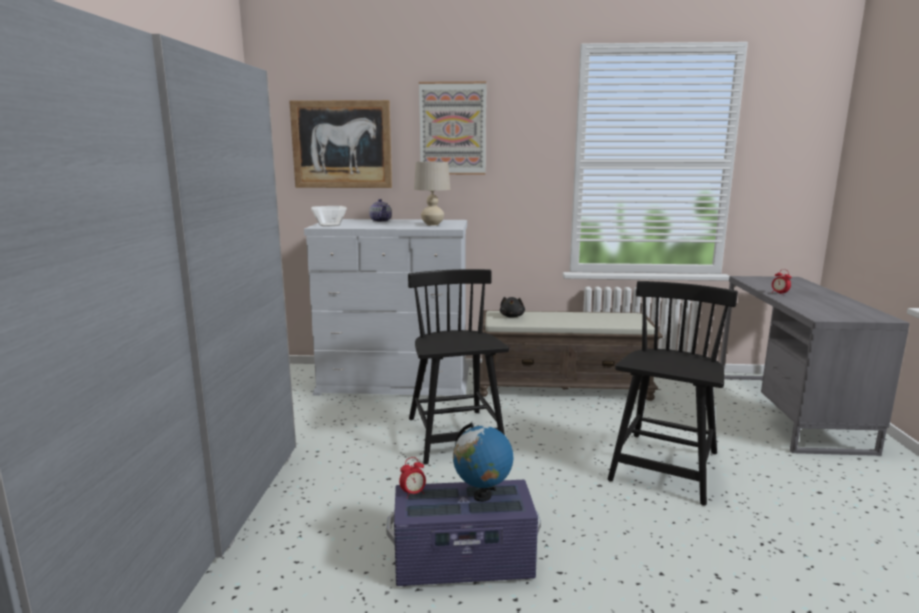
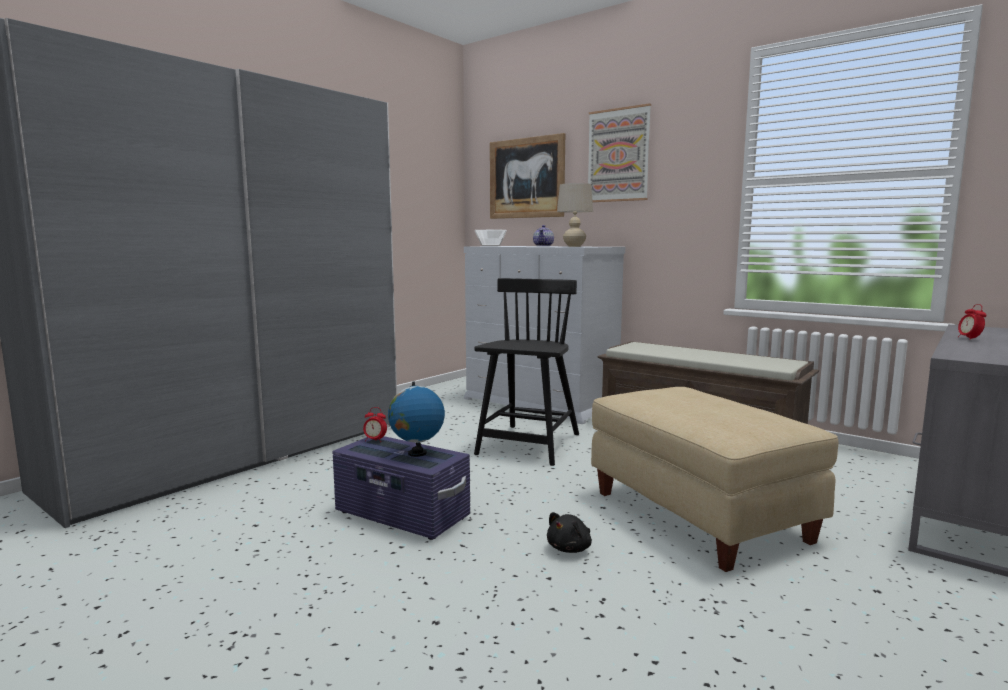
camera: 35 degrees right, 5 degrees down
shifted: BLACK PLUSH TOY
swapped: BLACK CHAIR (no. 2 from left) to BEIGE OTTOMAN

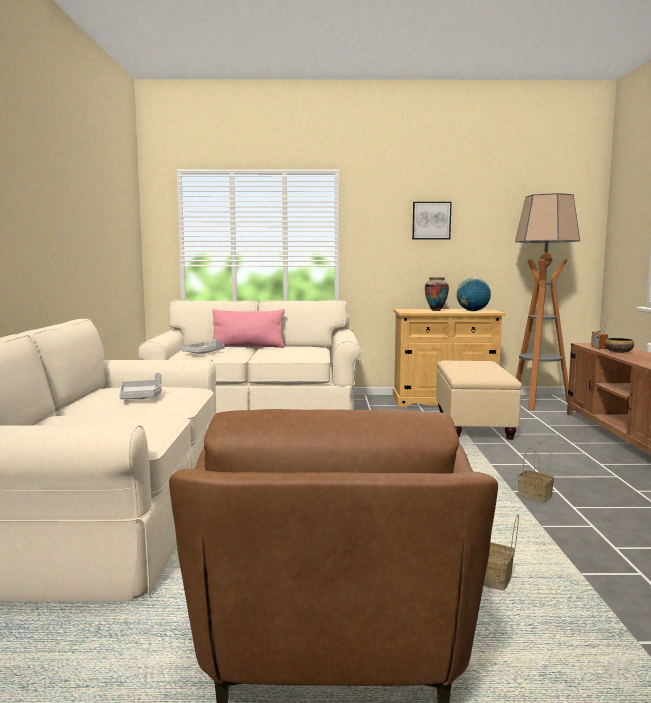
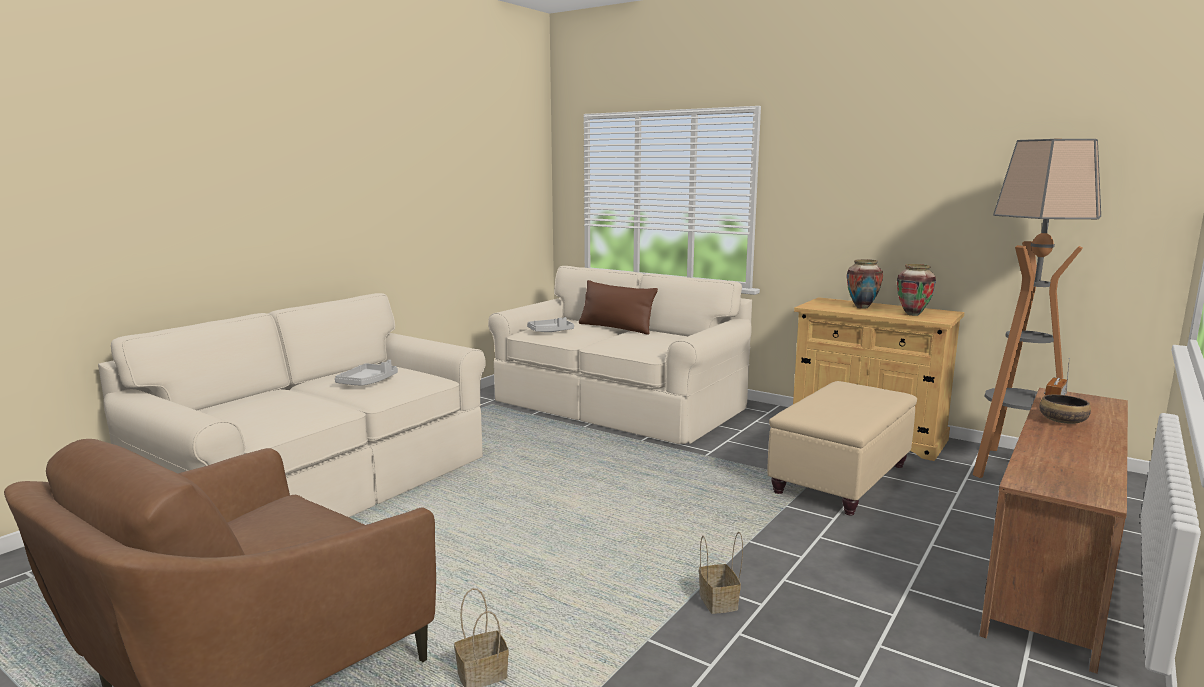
camera: 35 degrees right, 5 degrees up
gone: PICTURE
swapped: GLOBE to VASE (no. 2 from left)
repainted: PINK PILLOW to BROWN PILLOW

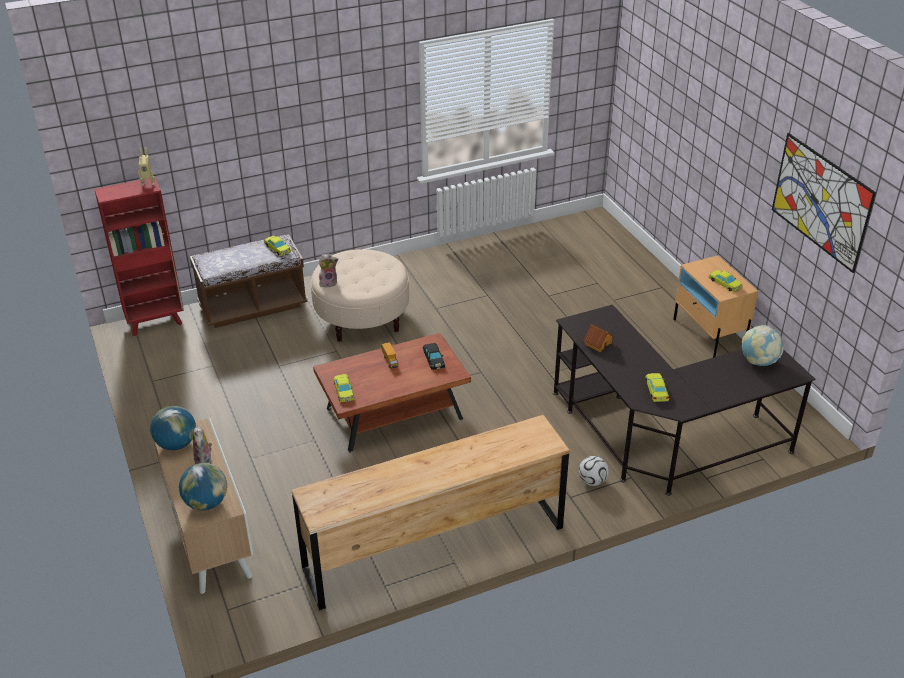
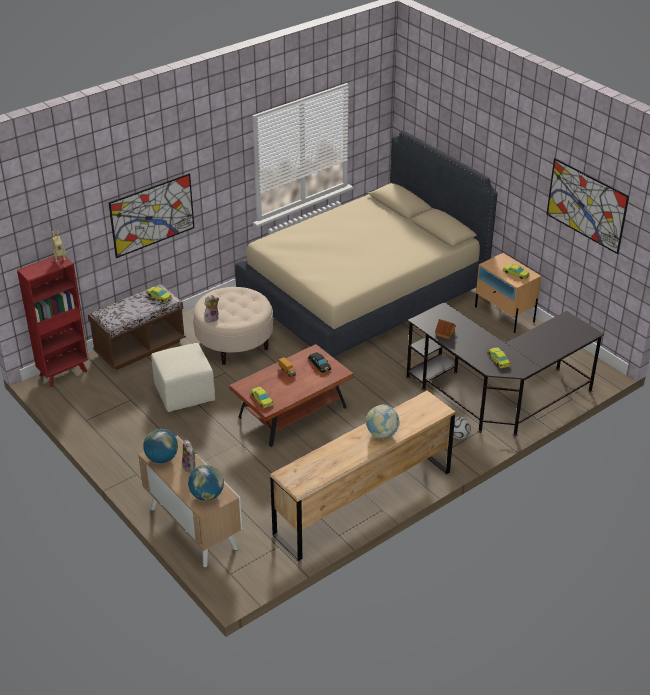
camera: 15 degrees left, 0 degrees up
new: PICTURE (no. 1 from left); BEIGE OTTOMAN (no. 1 from left); BEIGE BED
shifted: GLOBE (no. 3 from left)

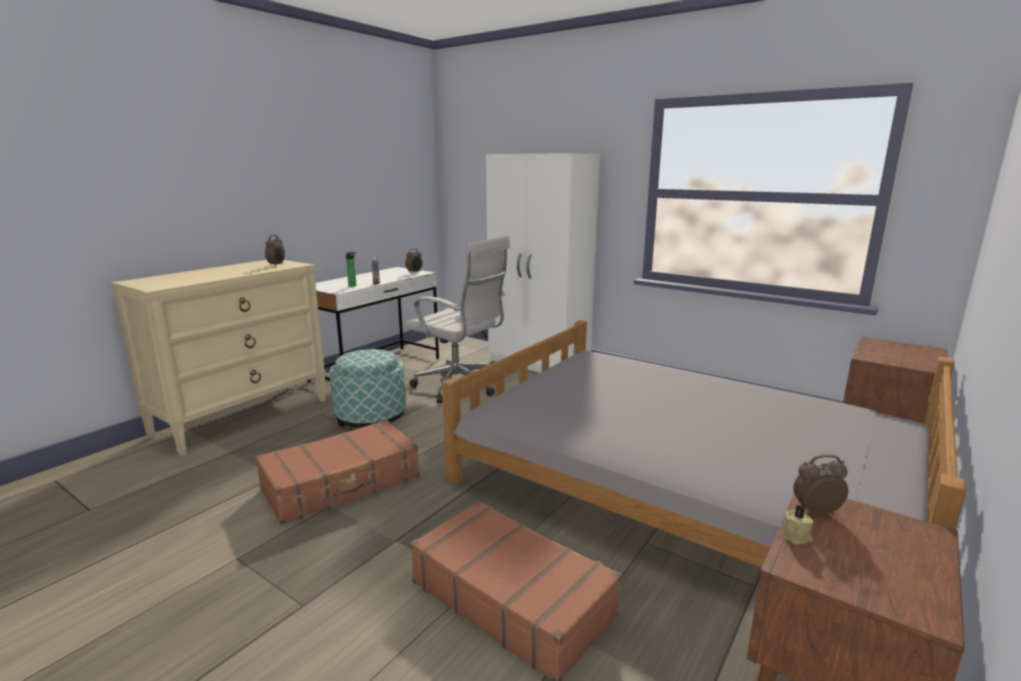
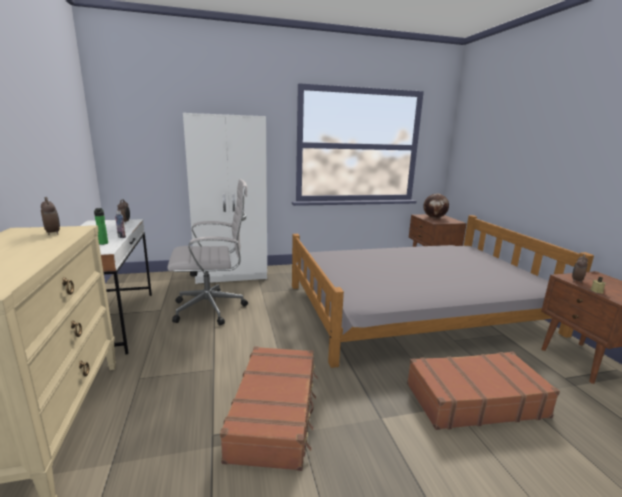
camera: 50 degrees left, 0 degrees up
gone: OTTOMAN
new: GLOBE

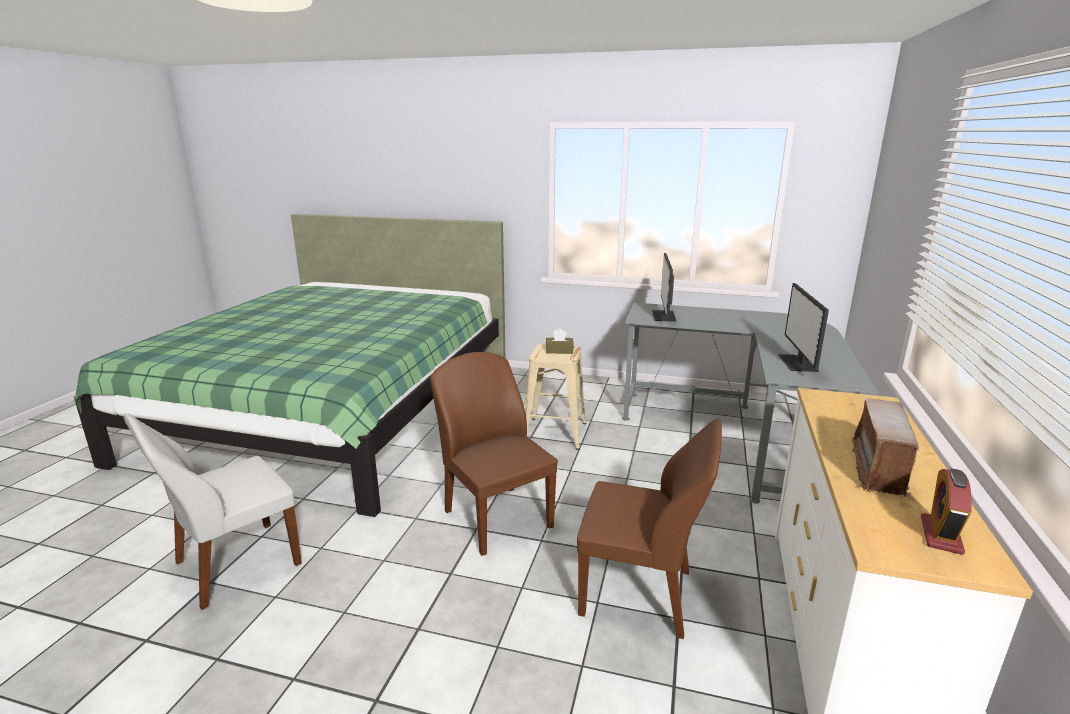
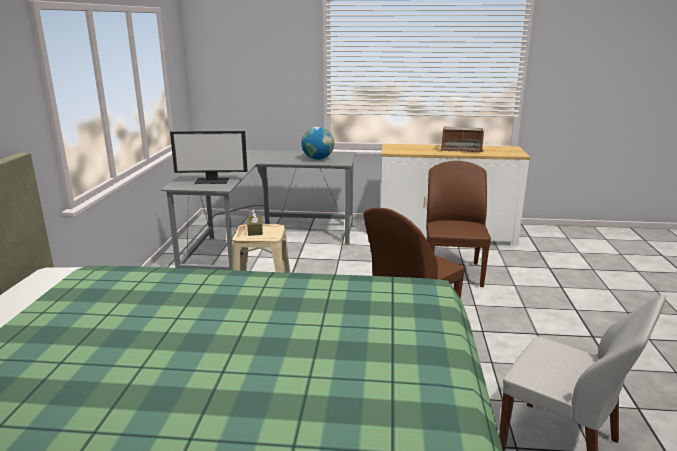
camera: 100 degrees left, 0 degrees up
gone: ALARM CLOCK
swapped: MONITOR (no. 2 from left) to GLOBE

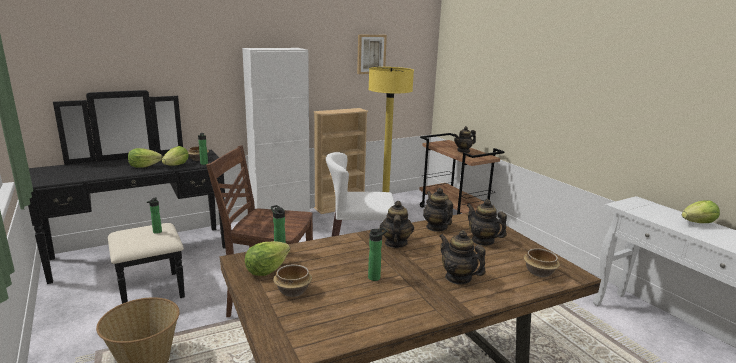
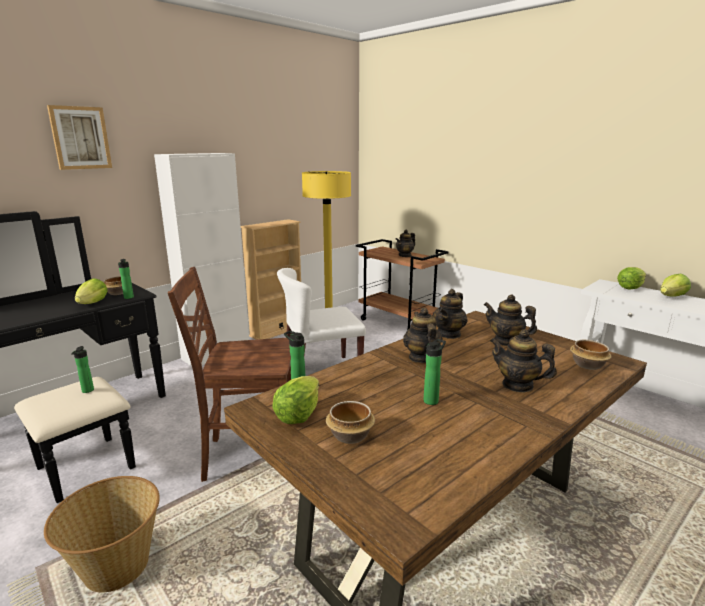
camera: 15 degrees left, 0 degrees up
shifted: LETTUCE (no. 1 from left in the first image) to LETTUCE (no. 3 from left); PICTURE
rotated: TEAPOT (no. 2 from left in the first image) 105 degrees counterclockwise

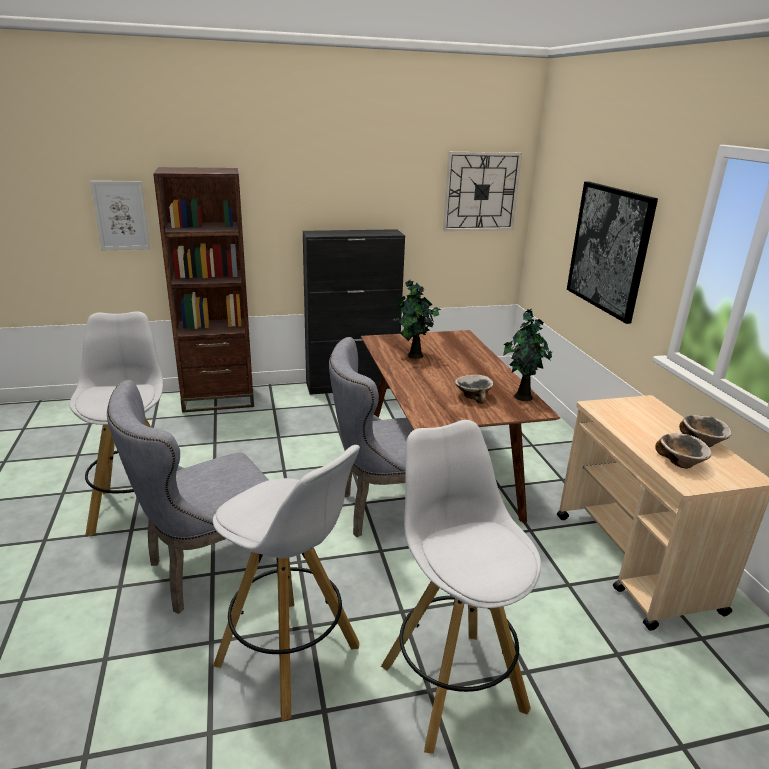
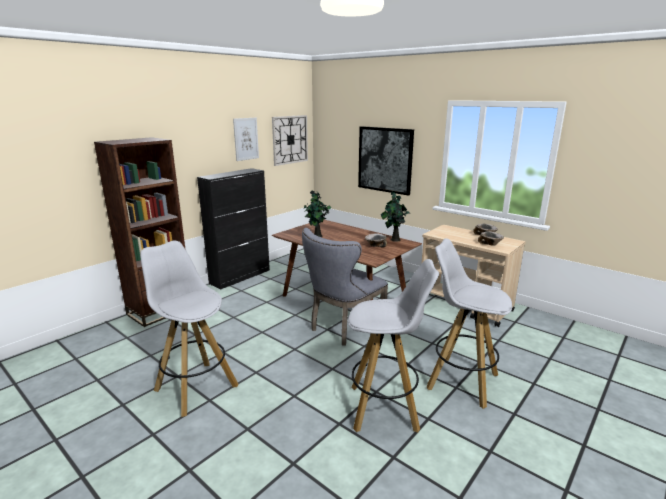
camera: 35 degrees left, 5 degrees down
gone: GREY CHAIR (no. 1 from left)
shifted: PICTURE (no. 1 from left)

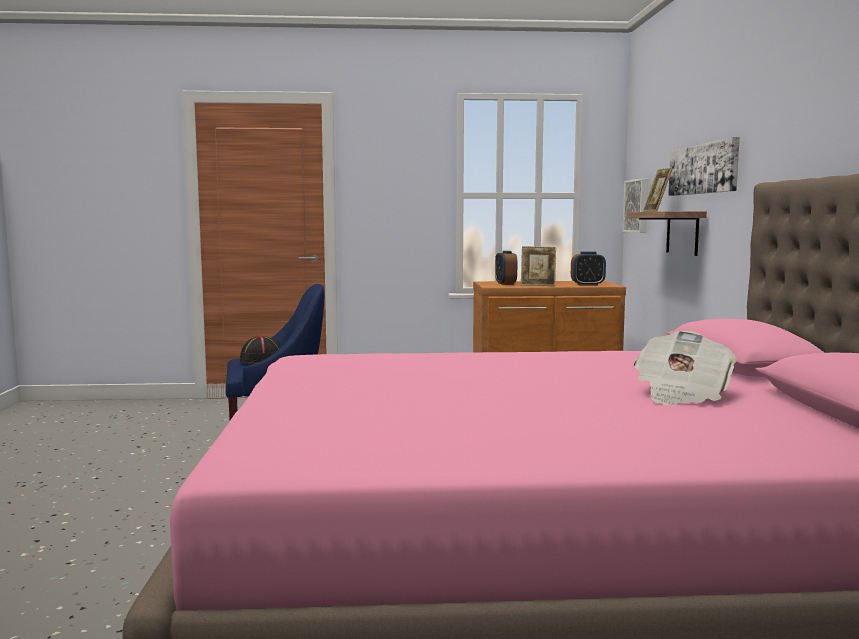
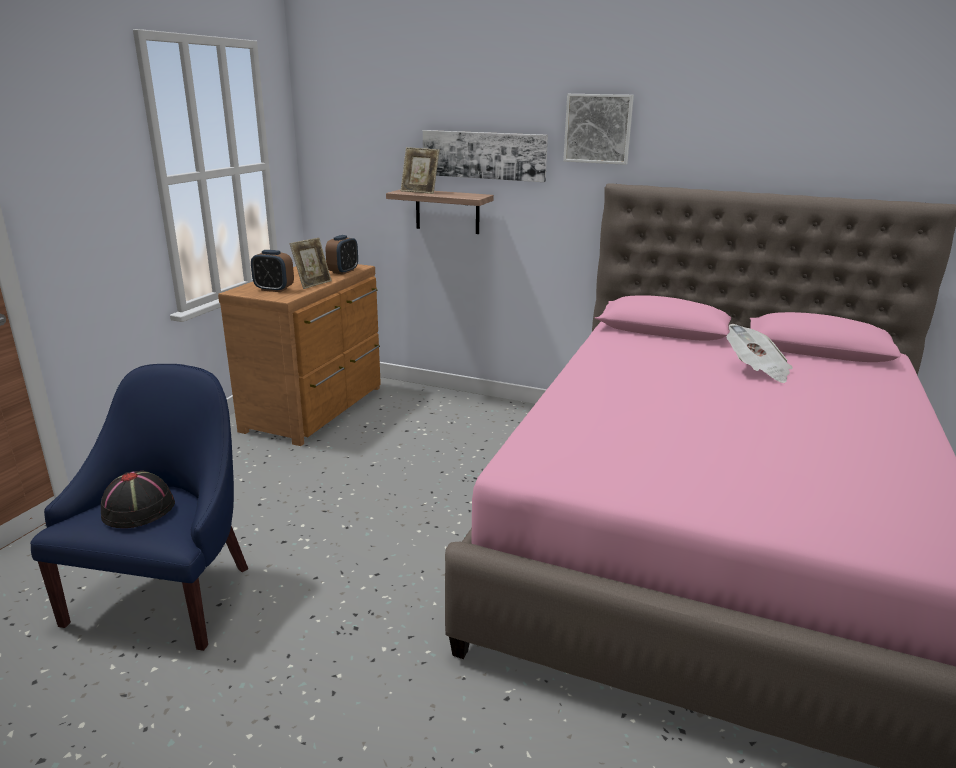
camera: 65 degrees left, 15 degrees up
shifted: PICTURE (no. 1 from left in the first image) to PICTURE (no. 2 from left)

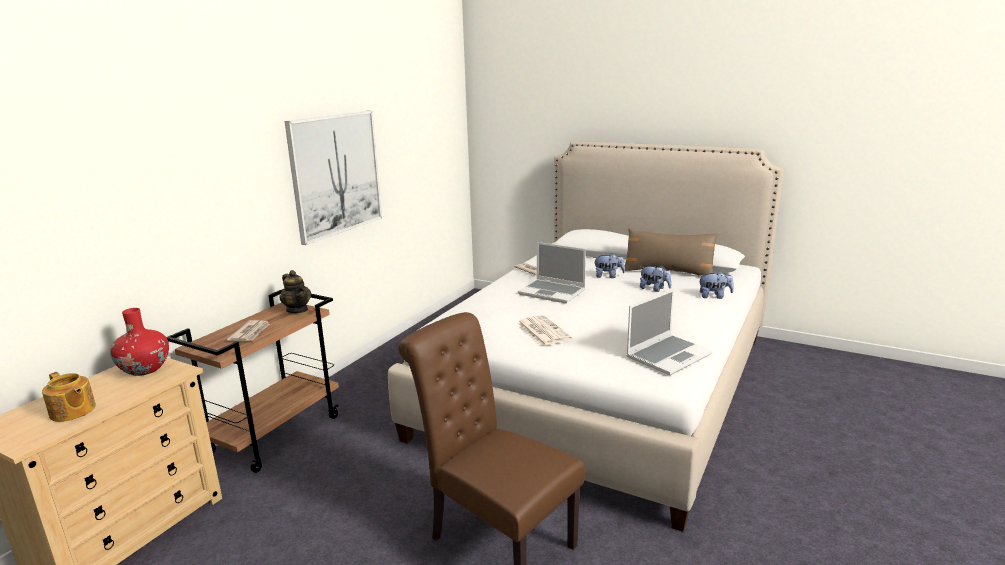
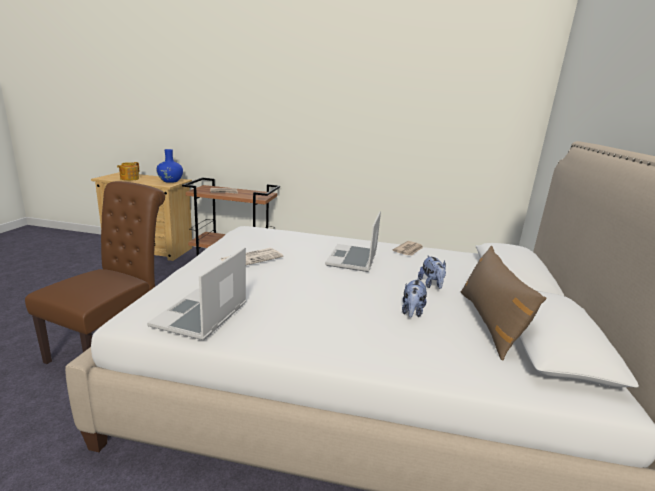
camera: 70 degrees right, 0 degrees up
gone: TEAPOT (no. 2 from left); PICTURE; PLUSH TOY (no. 3 from left)
repainted: RED VASE to BLUE VASE
rotated: LAPTOP (no. 2 from left in the first image) 75 degrees clockwise

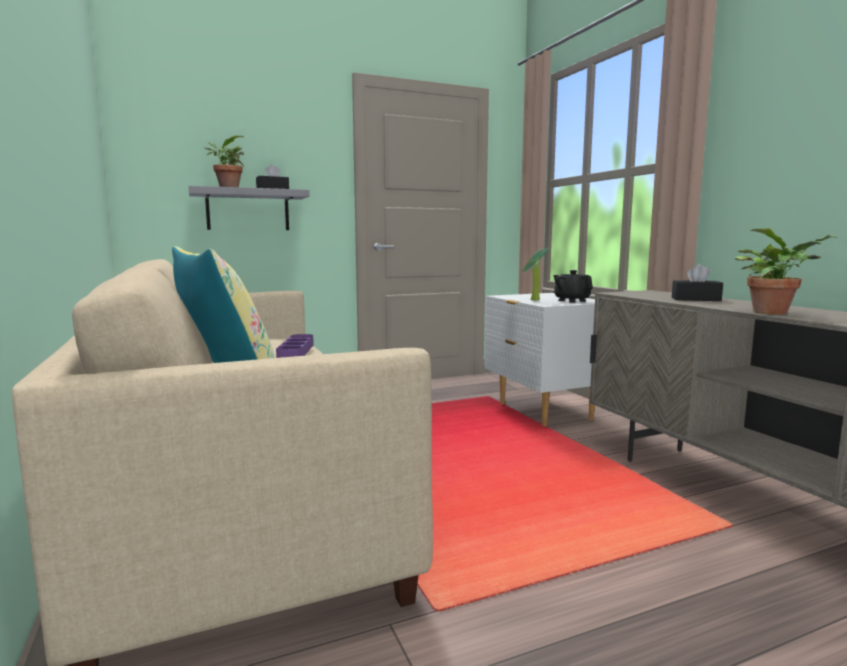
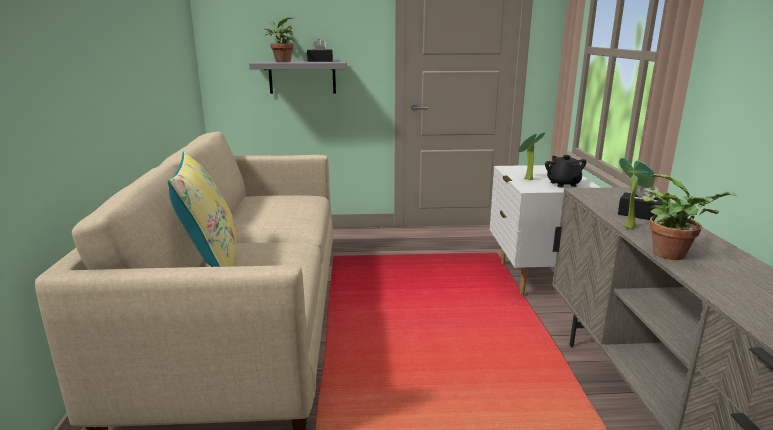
camera: 20 degrees right, 10 degrees up
gone: PURPLE TRAY
new: POTTED PLANT (no. 3 from left)

